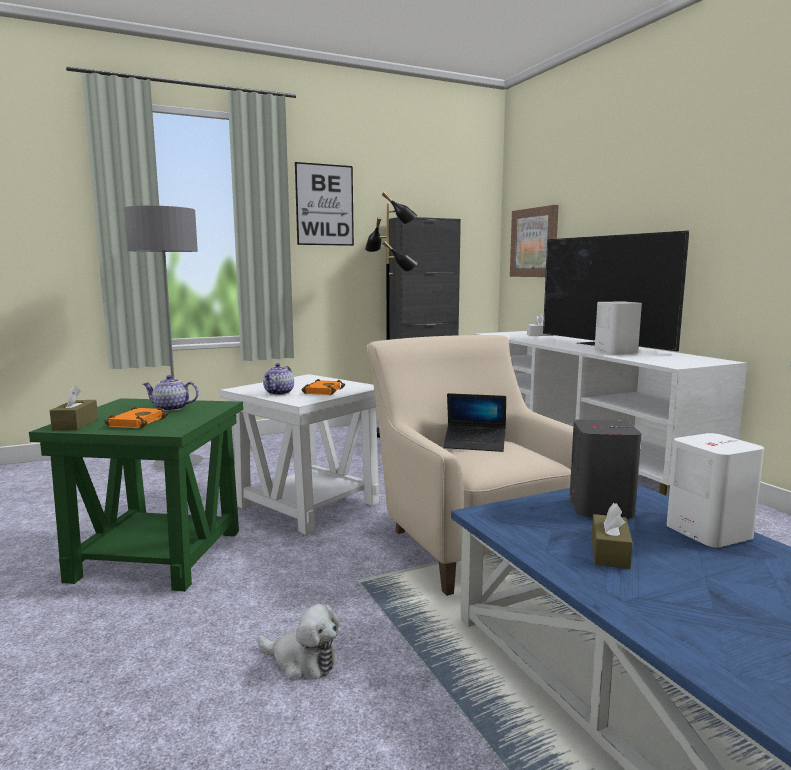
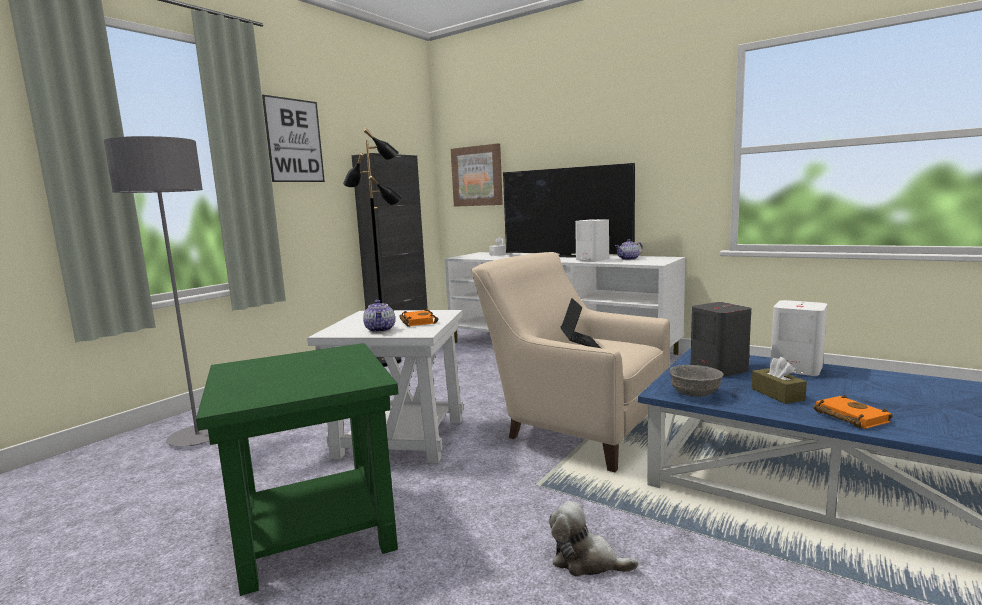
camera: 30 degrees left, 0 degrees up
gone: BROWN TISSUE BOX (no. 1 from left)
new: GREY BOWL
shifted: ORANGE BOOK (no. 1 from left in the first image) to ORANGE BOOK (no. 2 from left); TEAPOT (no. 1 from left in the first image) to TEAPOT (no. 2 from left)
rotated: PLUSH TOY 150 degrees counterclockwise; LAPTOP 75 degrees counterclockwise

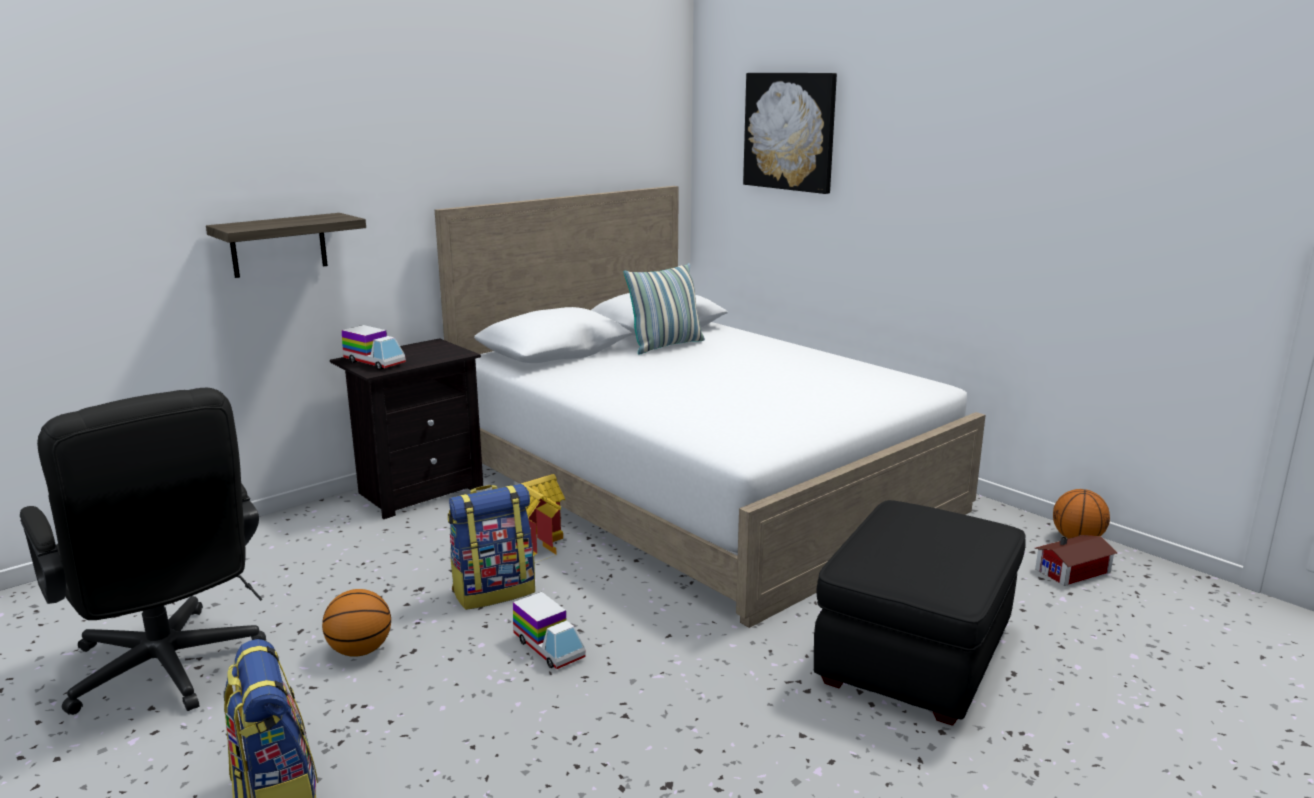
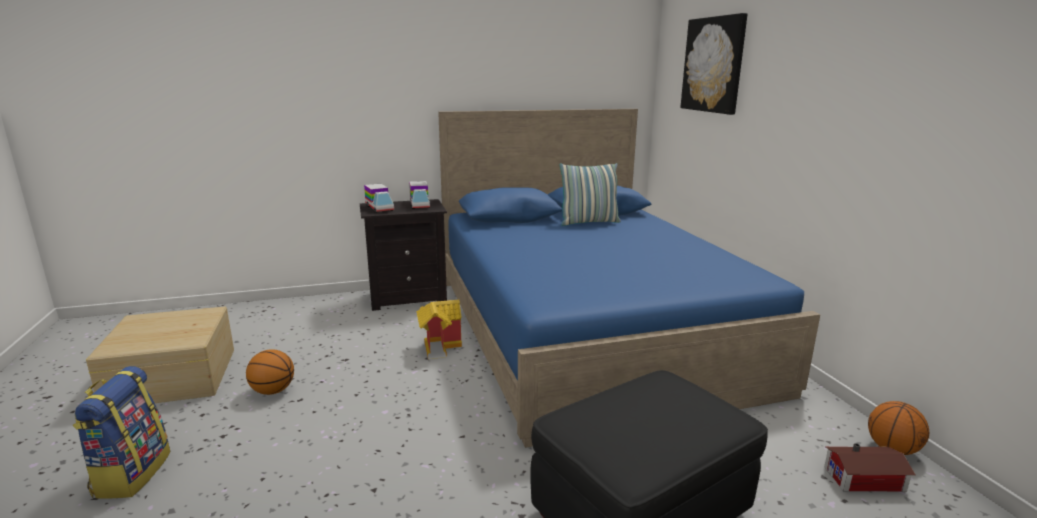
camera: 25 degrees right, 0 degrees up
gone: SHELF; BACKPACK (no. 2 from left)
shifted: TOY TRUCK (no. 2 from left)
swapped: BLACK OFFICE CHAIR to BEIGE STORAGE BOX
repainted: WHITE BED to BLUE BED

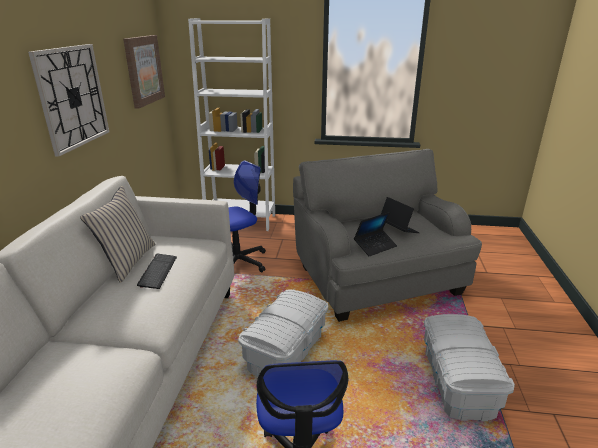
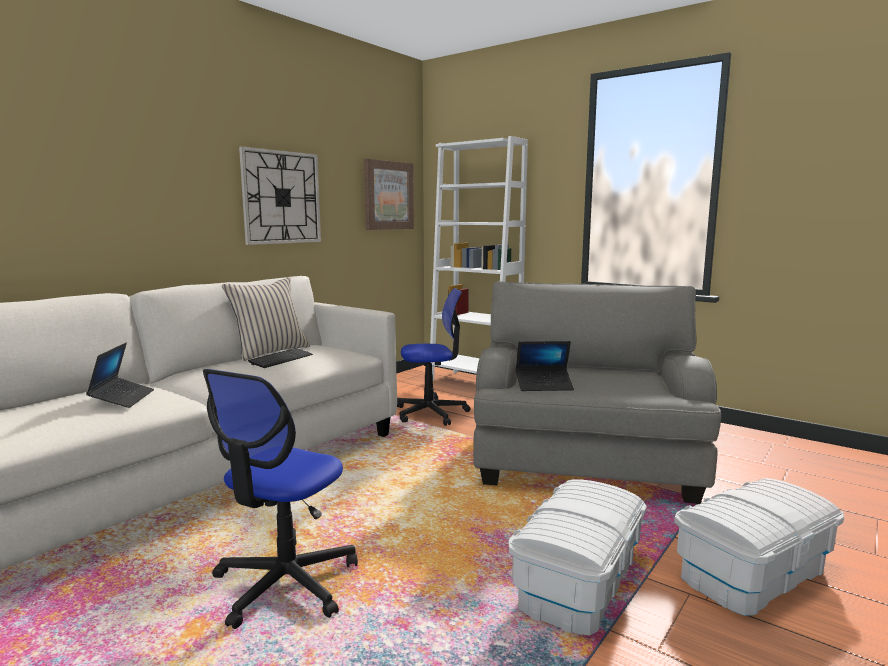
camera: 30 degrees right, 15 degrees down
shifted: WHITE STORAGE BOX (no. 1 from left in the first image) to WHITE STORAGE BOX (no. 2 from left); LAPTOP (no. 2 from left in the first image) to LAPTOP (no. 1 from left)

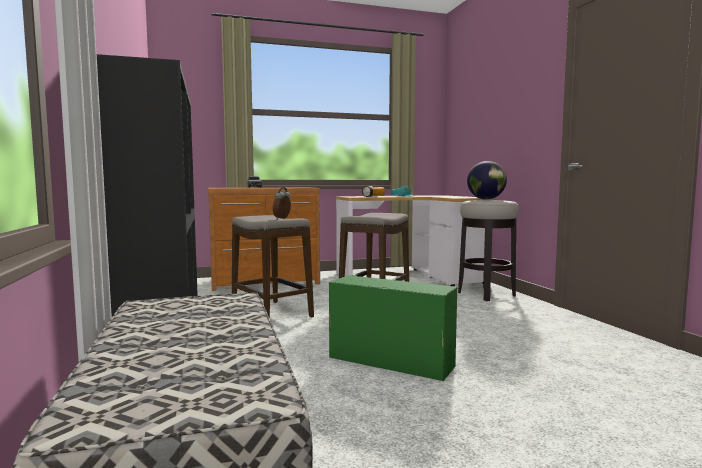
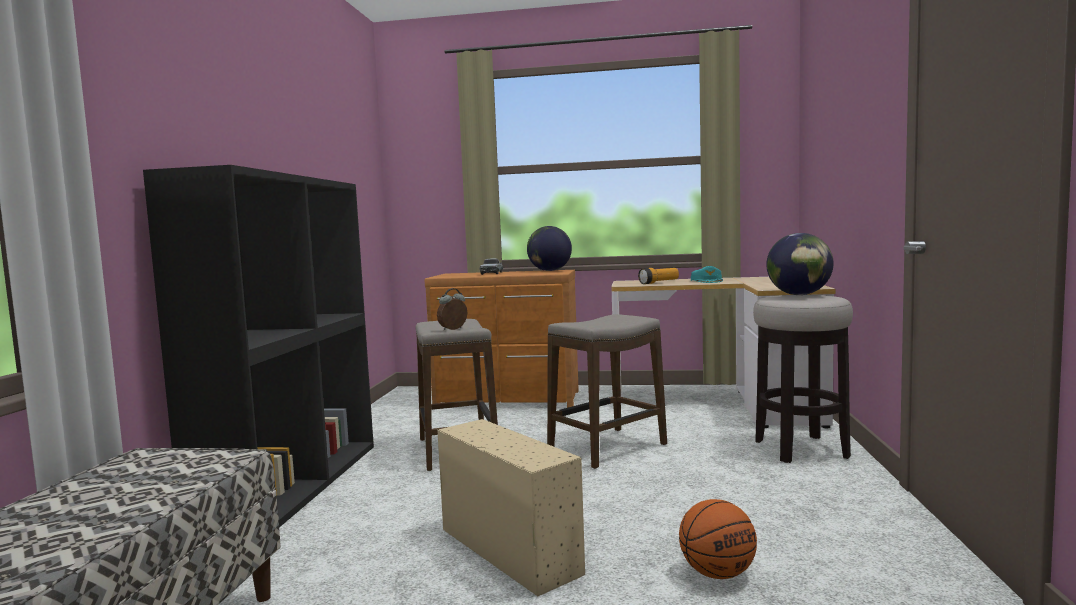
camera: 25 degrees right, 0 degrees up
new: GLOBE (no. 1 from left); BASKETBALL
repainted: GREEN STORAGE BOX to BEIGE STORAGE BOX

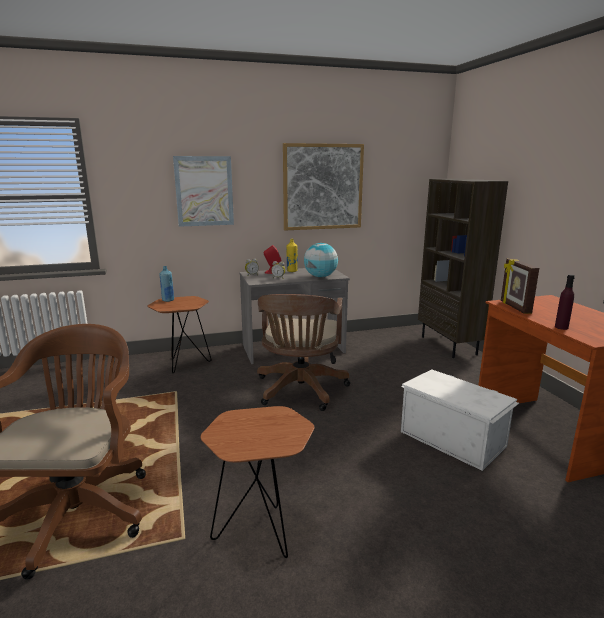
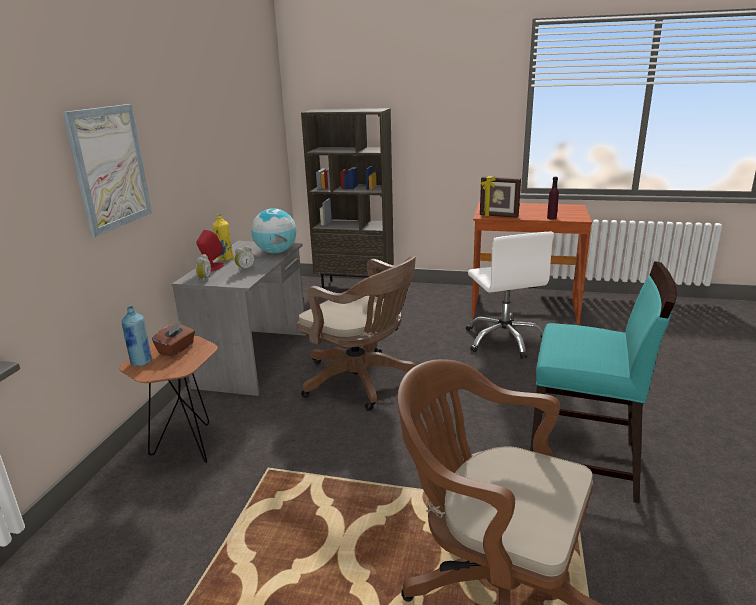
camera: 60 degrees left, 5 degrees up
gone: PICTURE (no. 2 from left)
new: BROWN TISSUE BOX
swapped: BROWN SIDE TABLE (no. 2 from left) to TURQUOISE CHAIR; WHITE STORAGE BOX to WHITE OFFICE CHAIR

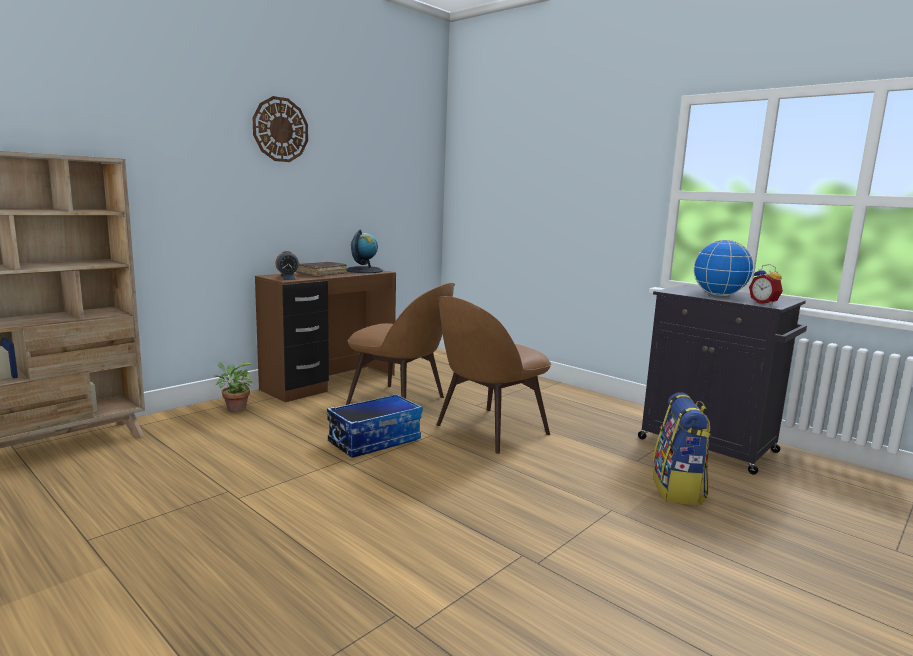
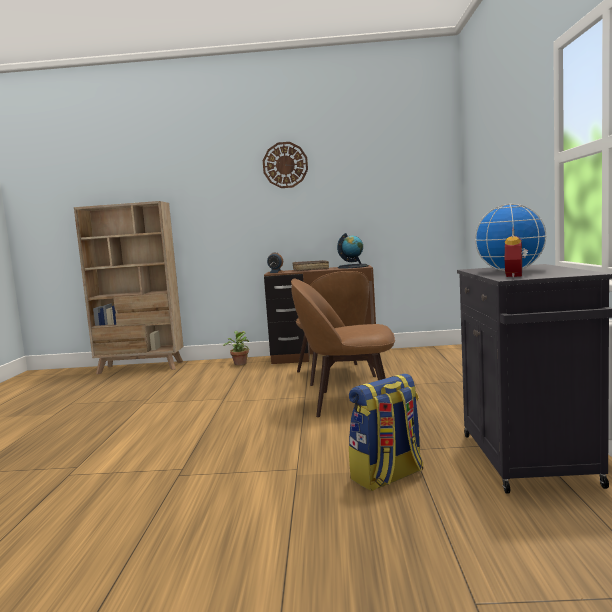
camera: 50 degrees right, 5 degrees down
gone: STORAGE BOX

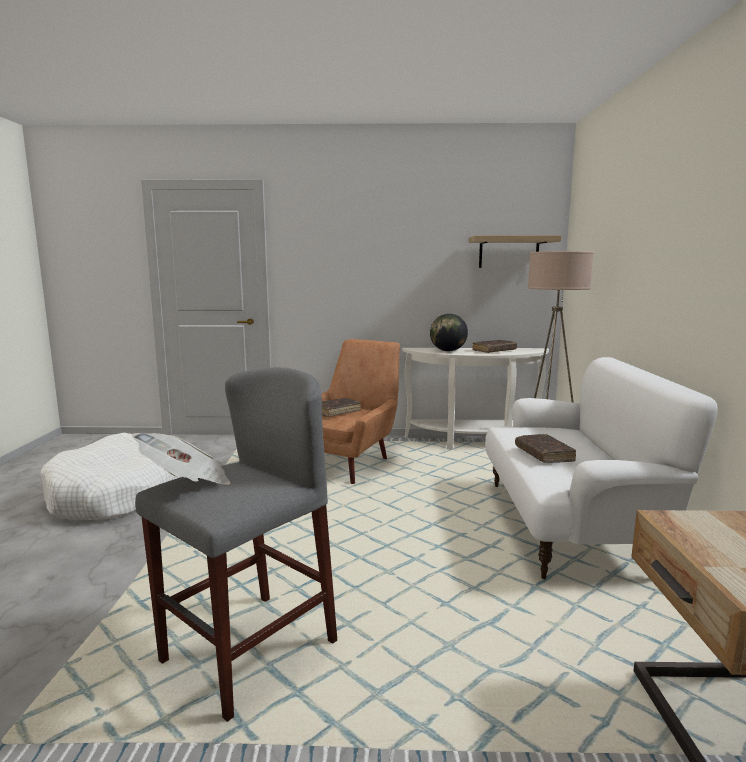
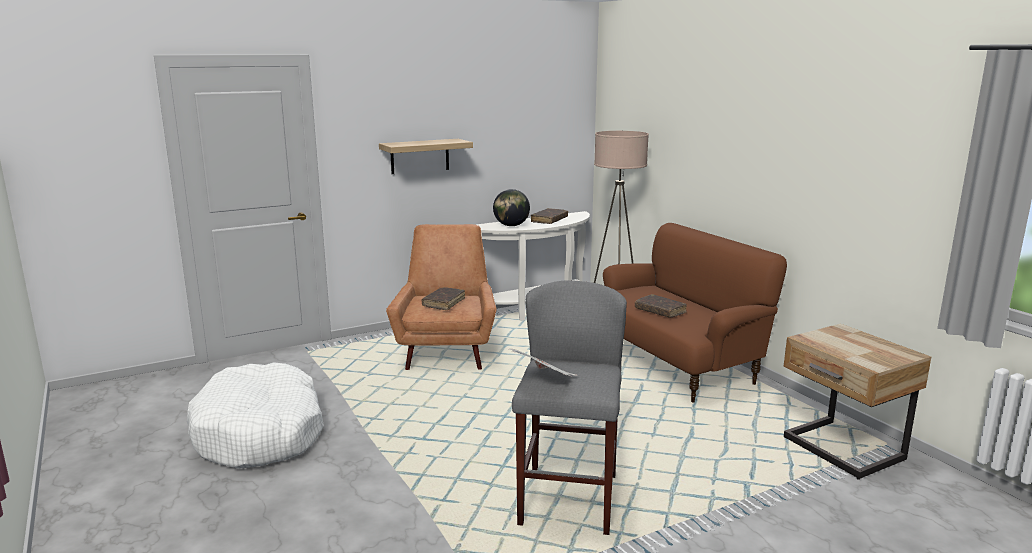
camera: 30 degrees left, 5 degrees up
shifted: SHELF
repainted: WHITE SOFA to BROWN SOFA

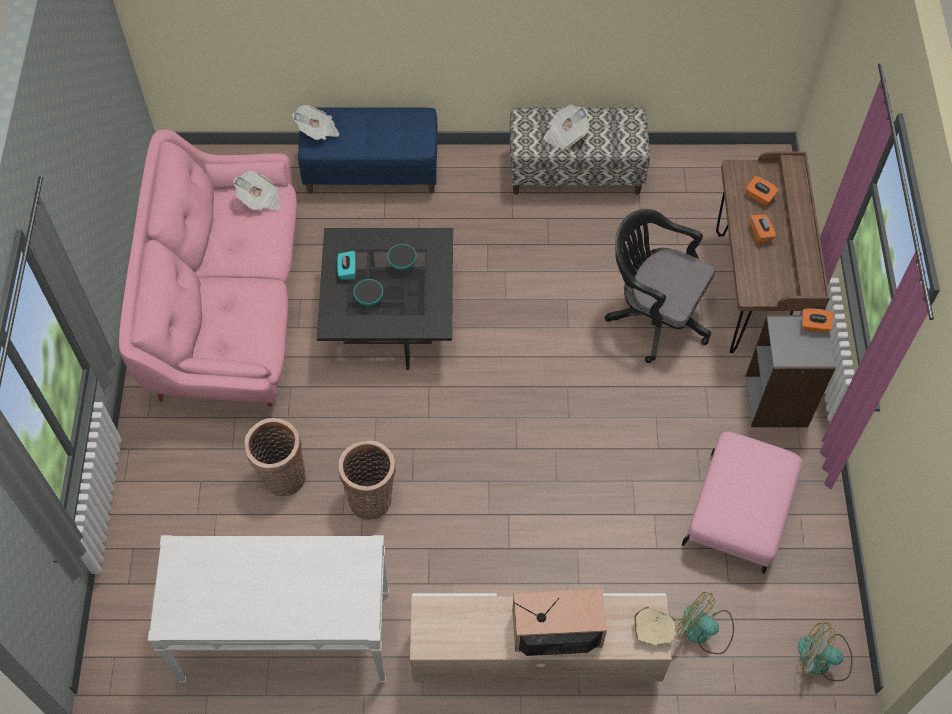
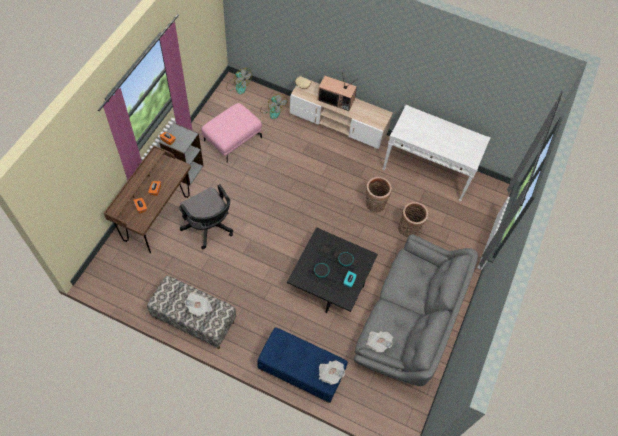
camera: 160 degrees left, 0 degrees up
repainted: PINK SOFA to GREY SOFA

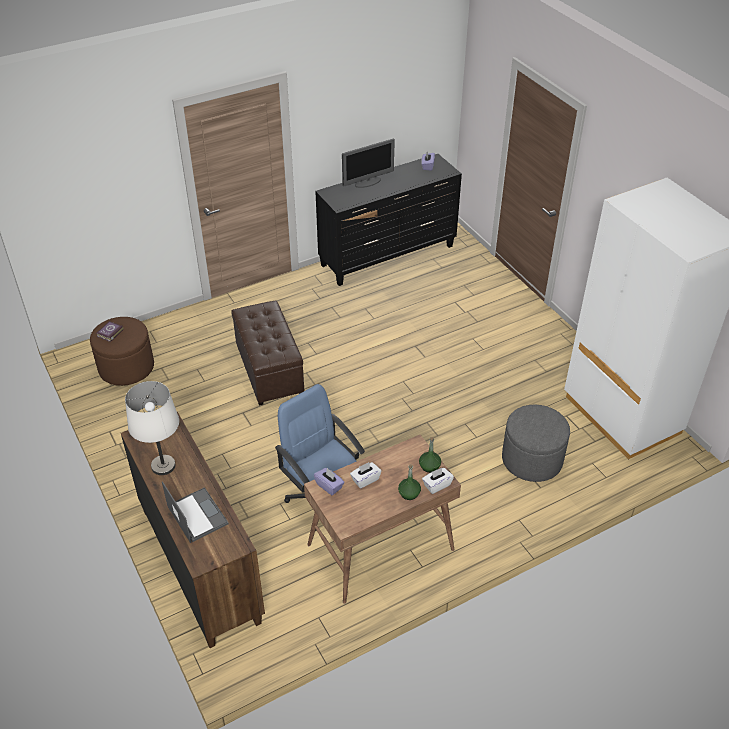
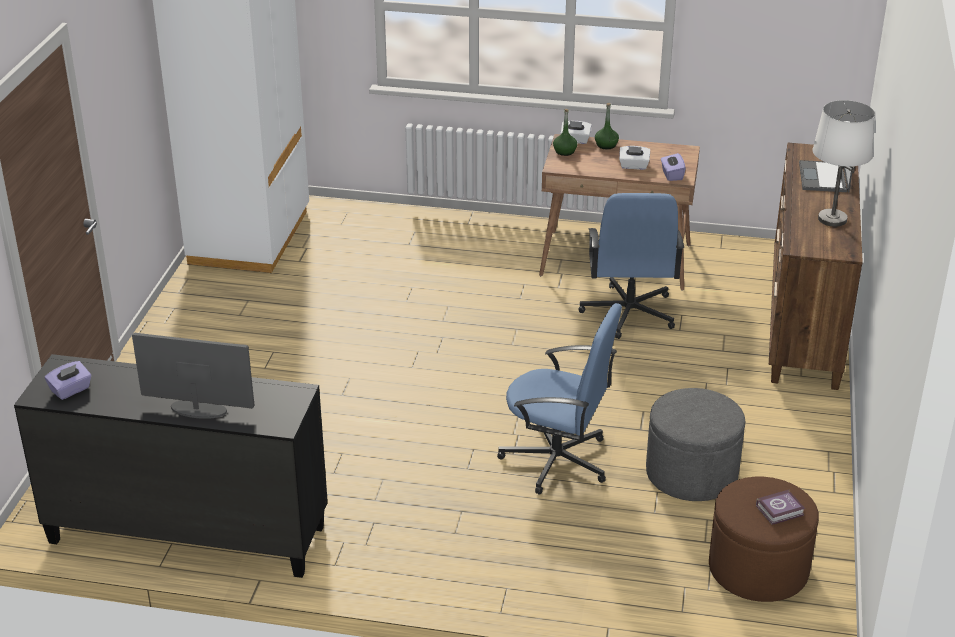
camera: 140 degrees left, 10 degrees down
shifted: GREY OTTOMAN
swapped: BROWN OTTOMAN (no. 2 from left) to BLUE OFFICE CHAIR (no. 1 from left)

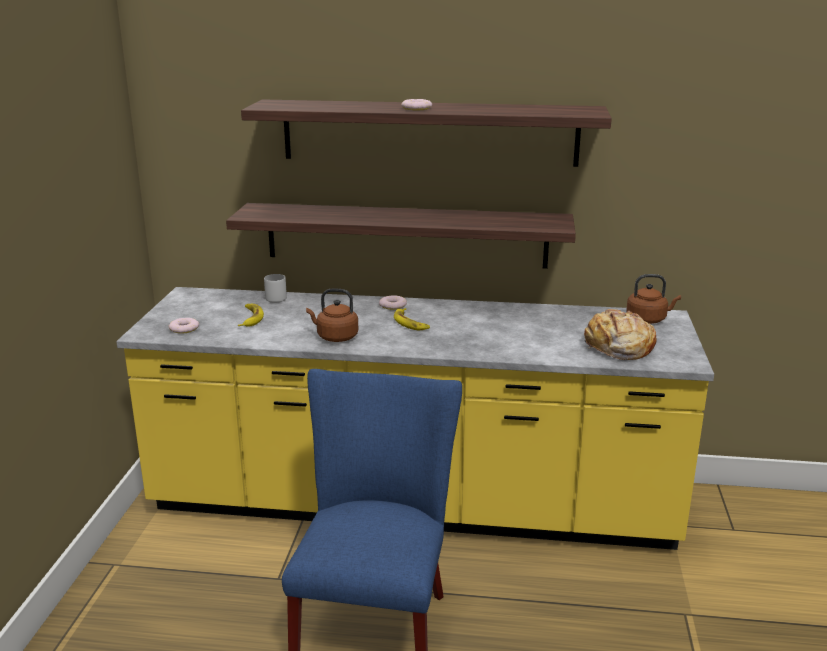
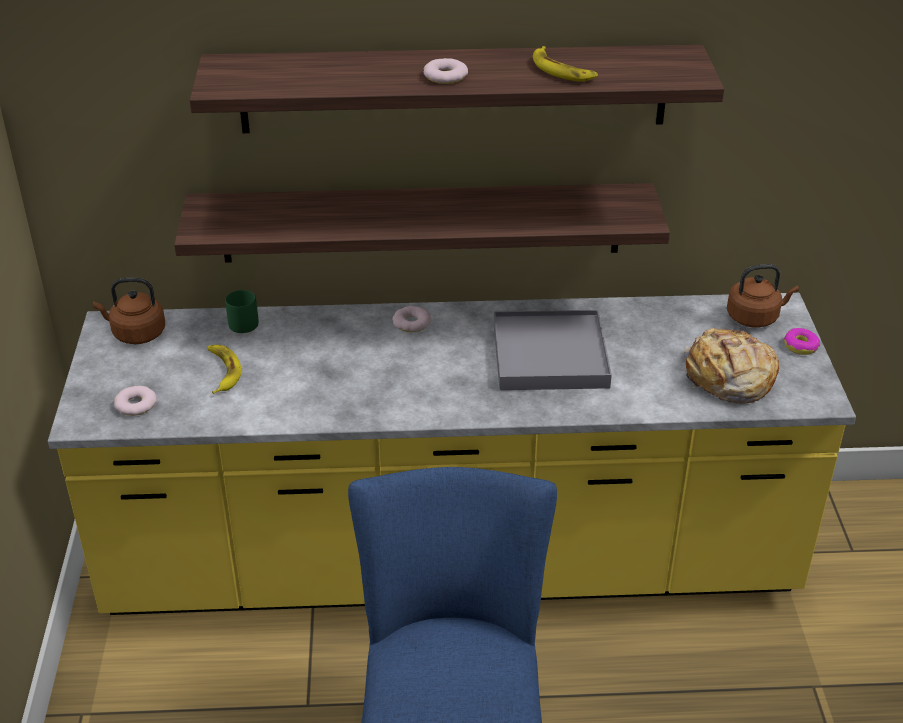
camera: 10 degrees left, 15 degrees up
new: GREY TRAY; DONUT (no. 4 from left)
shifted: BROWN KETTLE (no. 1 from left); BANANA (no. 2 from left)
repainted: GREY MUG to GREEN MUG

